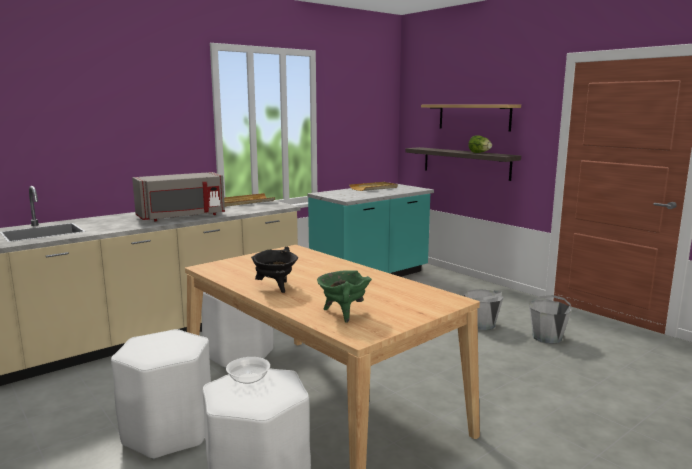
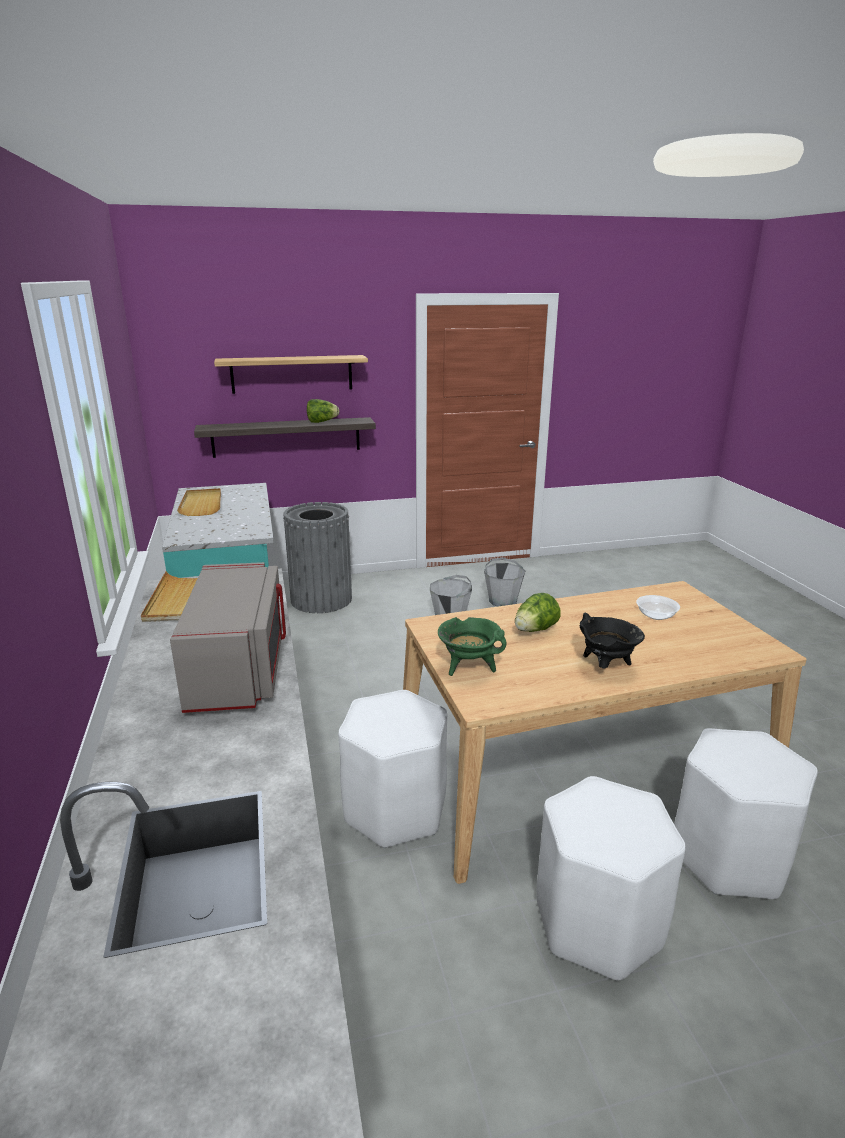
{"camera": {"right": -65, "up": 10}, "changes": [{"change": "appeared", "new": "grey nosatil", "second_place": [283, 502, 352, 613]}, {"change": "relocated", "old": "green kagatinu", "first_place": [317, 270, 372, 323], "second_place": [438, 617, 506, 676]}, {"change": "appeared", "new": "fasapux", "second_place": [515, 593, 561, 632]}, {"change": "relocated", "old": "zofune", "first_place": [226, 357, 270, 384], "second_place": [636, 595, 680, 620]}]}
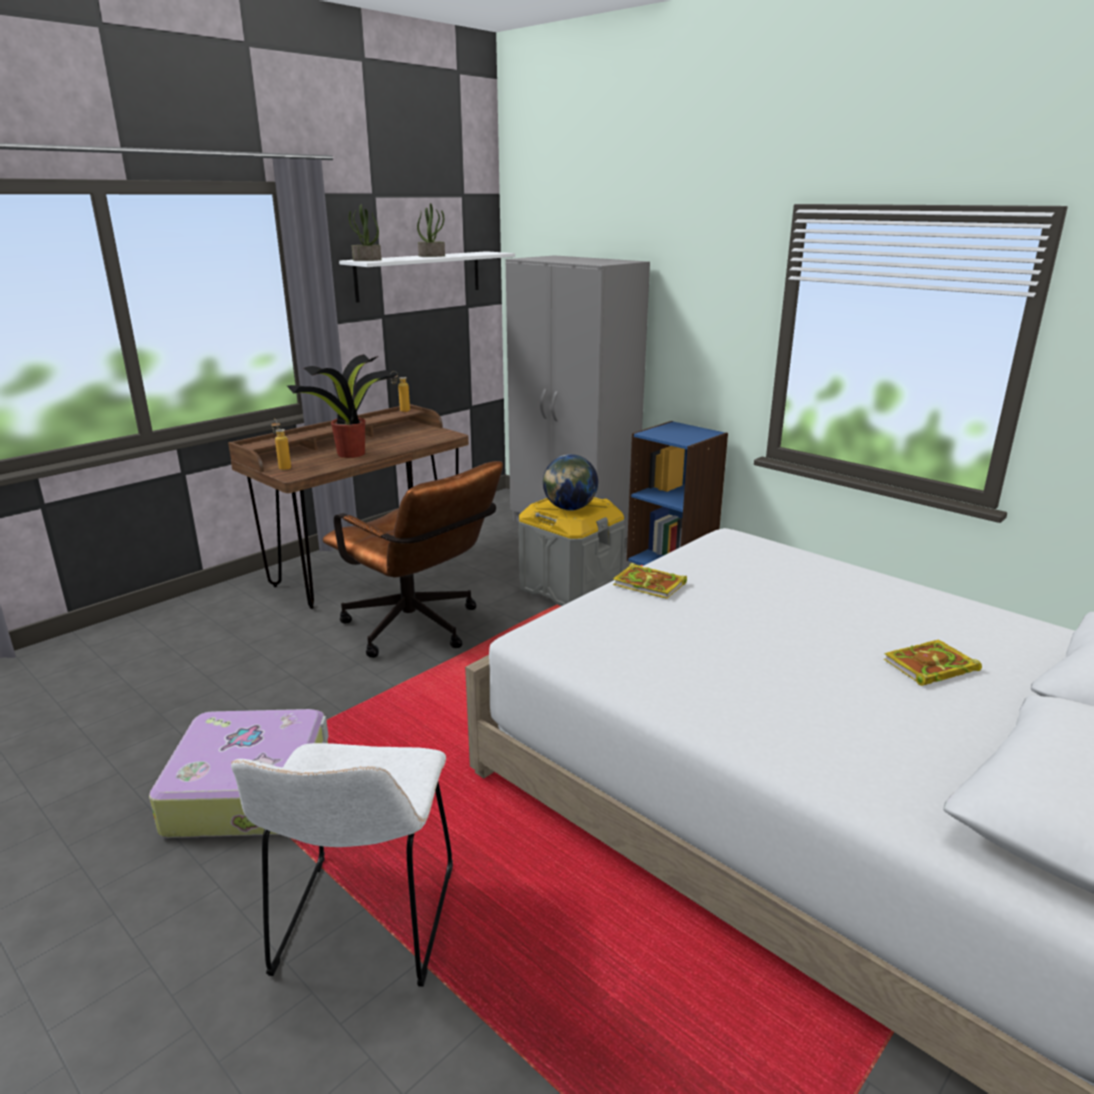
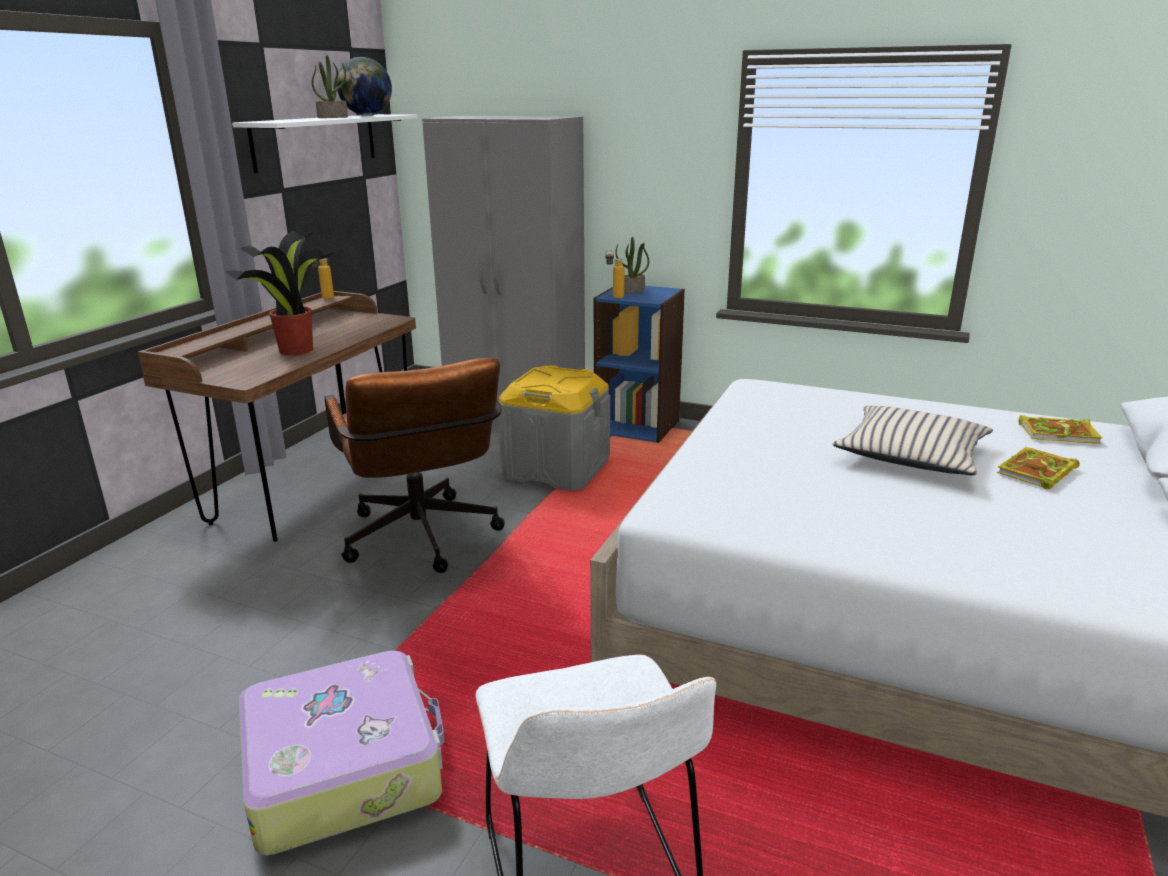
{"camera": {"right": -20, "up": 0}, "changes": [{"change": "spun", "old": "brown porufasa", "first_place": [322, 461, 503, 658], "second_place": [324, 358, 505, 573], "degrees": 45}, {"change": "relocated", "old": "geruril", "first_place": [543, 454, 598, 511], "second_place": [336, 57, 392, 116]}, {"change": "relocated", "old": "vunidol", "first_place": [271, 419, 291, 470], "second_place": [606, 250, 625, 298]}, {"change": "relocated", "old": "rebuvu", "first_place": [349, 204, 381, 261], "second_place": [615, 237, 649, 294]}, {"change": "appeared", "new": "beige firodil", "second_place": [832, 406, 993, 475]}, {"change": "relocated", "old": "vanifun", "first_place": [613, 563, 687, 599], "second_place": [1019, 415, 1103, 444]}]}
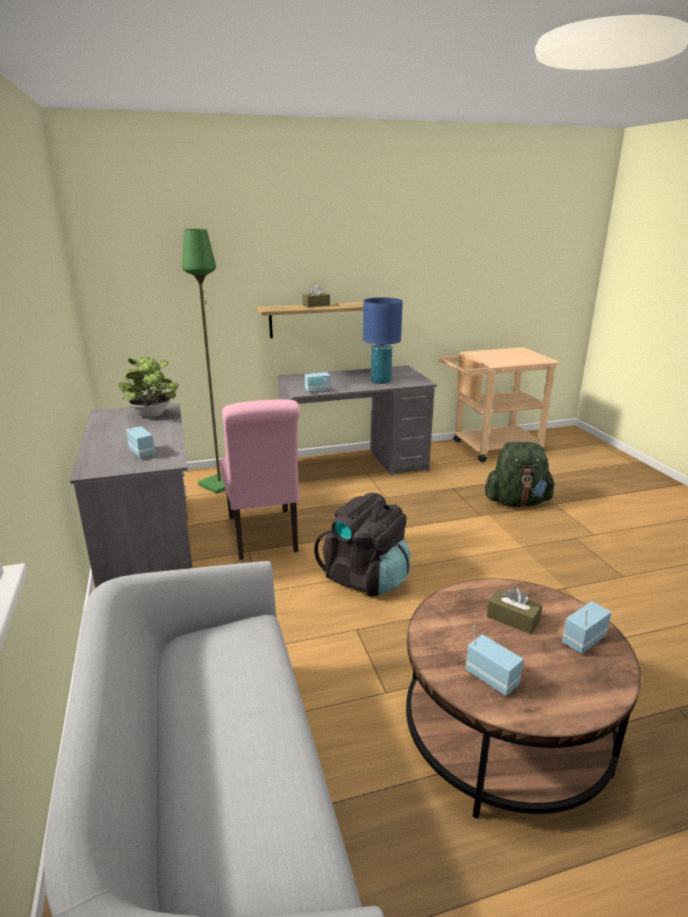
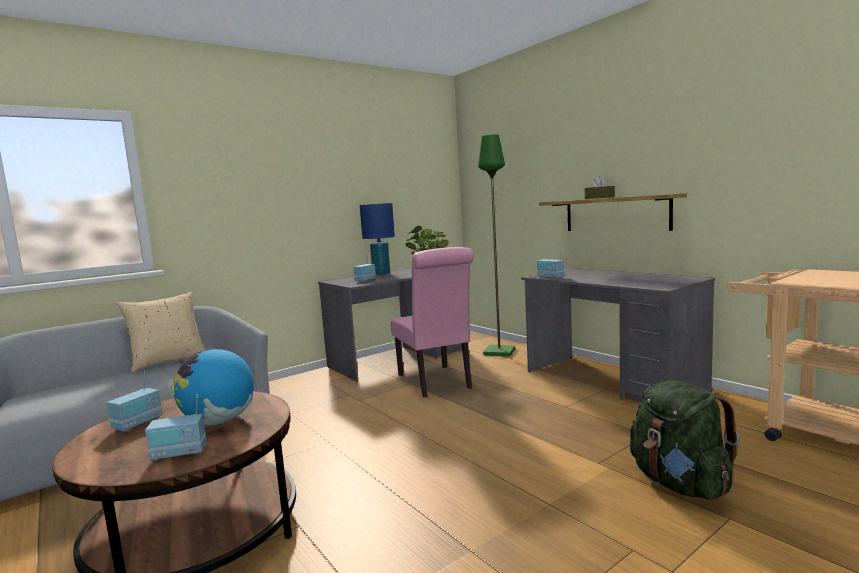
{"camera": {"right": 70, "up": -15}, "changes": [{"change": "appeared", "new": "beige firodil", "second_place": [117, 292, 205, 372]}, {"change": "spun", "old": "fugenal", "first_place": [562, 601, 612, 654], "second_place": [145, 394, 207, 461], "degrees": 135}, {"change": "exchanged", "old": "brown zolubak", "new": "geruril", "first_place": [487, 587, 542, 634], "second_place": [172, 348, 254, 426]}, {"change": "relocated", "old": "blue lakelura", "first_place": [363, 297, 403, 384], "second_place": [360, 203, 395, 275]}, {"change": "spun", "old": "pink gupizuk", "first_place": [220, 399, 300, 560], "second_place": [391, 247, 474, 397], "degrees": -75}, {"change": "missing", "old": "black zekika", "first_place": [314, 493, 410, 596]}]}
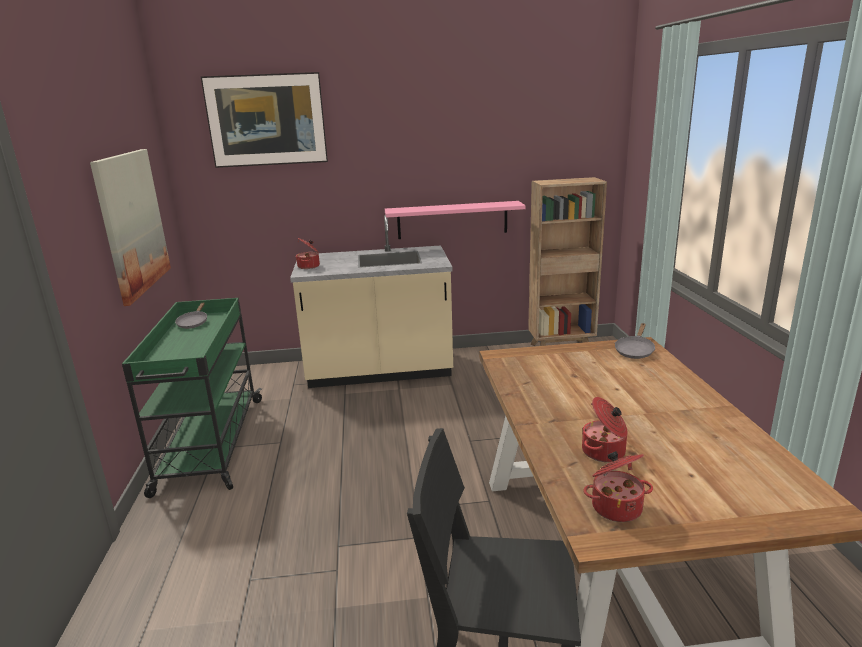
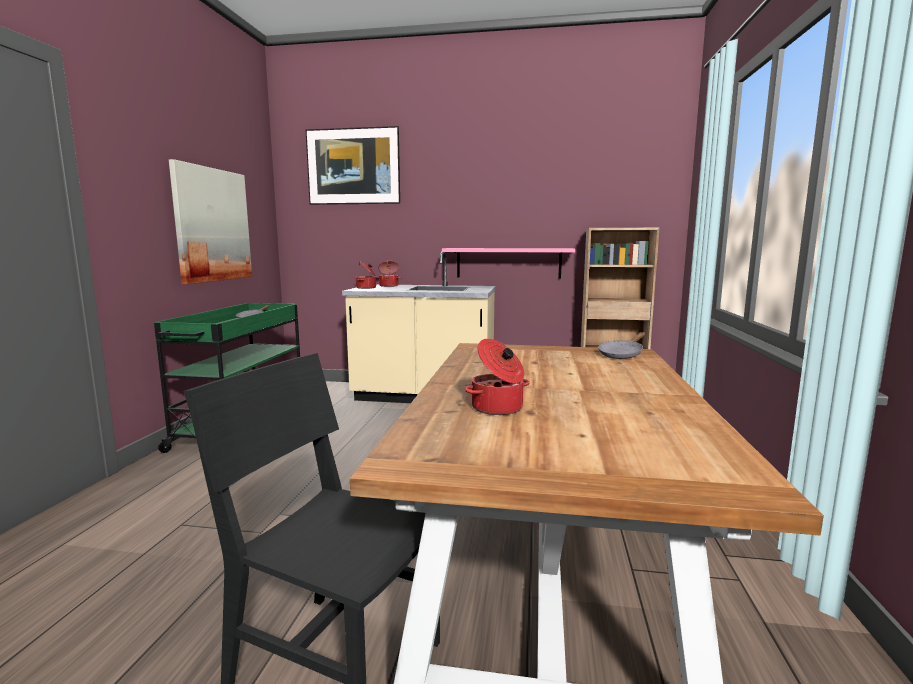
{"camera": {"right": 15, "up": -10}, "changes": [{"change": "relocated", "old": "kagatinu", "first_place": [583, 451, 653, 522], "second_place": [376, 260, 402, 287]}]}
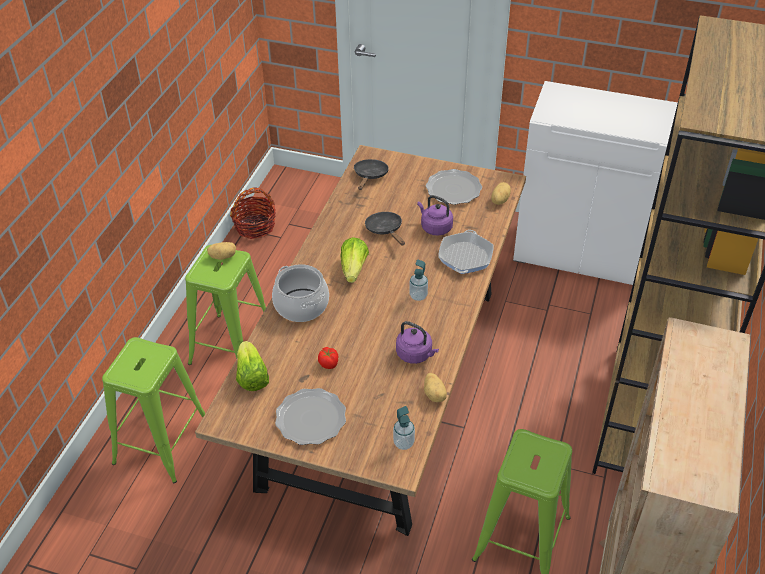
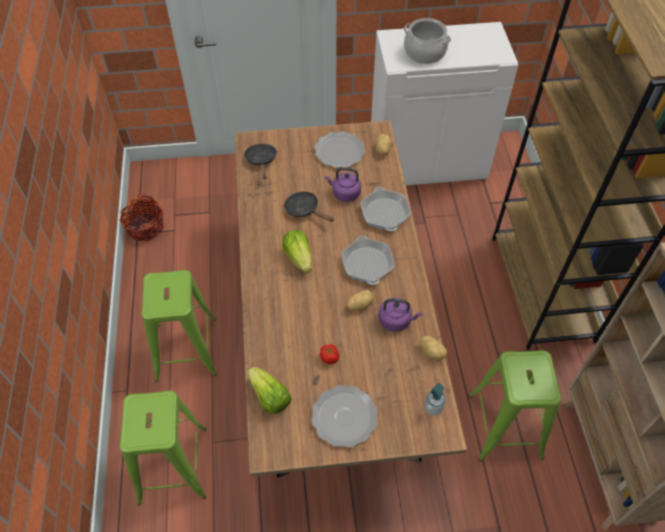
{"camera": {"right": -25, "up": 10}, "changes": [{"change": "exchanged", "old": "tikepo", "new": "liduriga", "first_place": [409, 259, 428, 301], "second_place": [342, 235, 394, 285]}, {"change": "relocated", "old": "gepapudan", "first_place": [207, 242, 236, 260], "second_place": [347, 290, 373, 312]}, {"change": "relocated", "old": "kagatinu", "first_place": [272, 264, 329, 322], "second_place": [404, 18, 451, 64]}]}
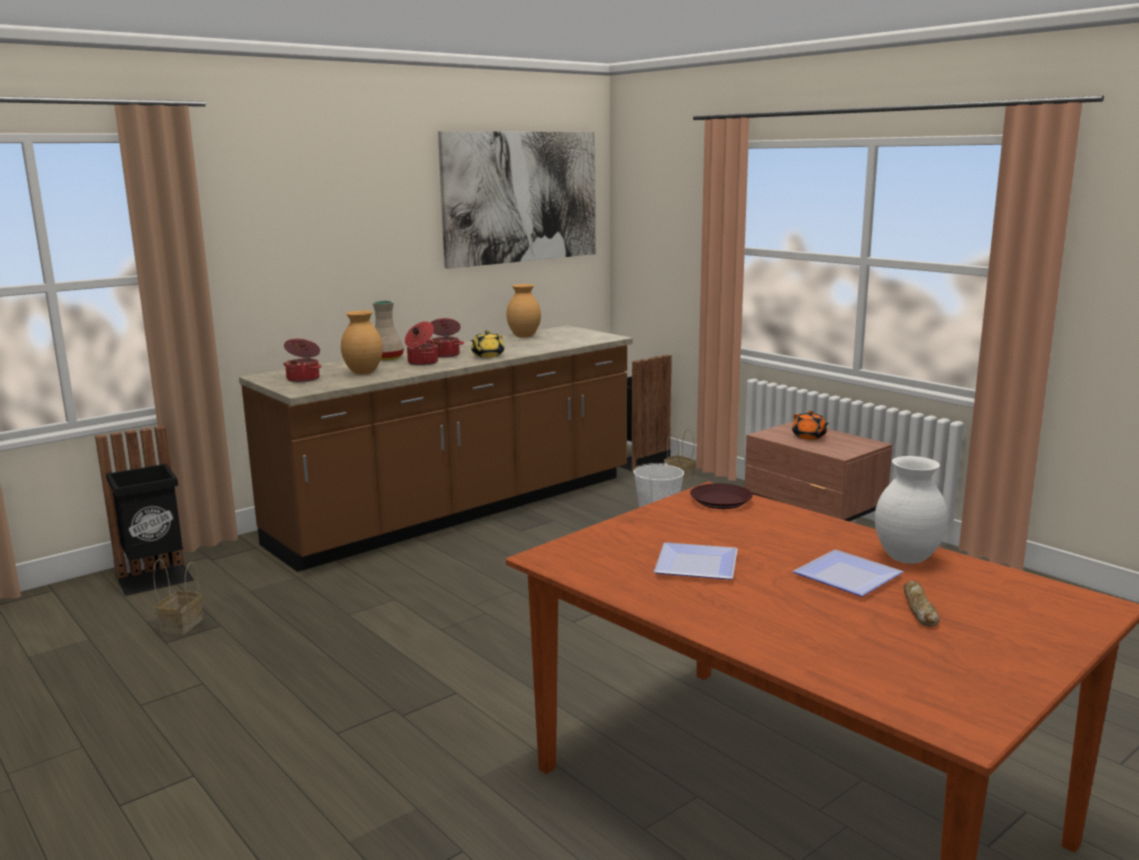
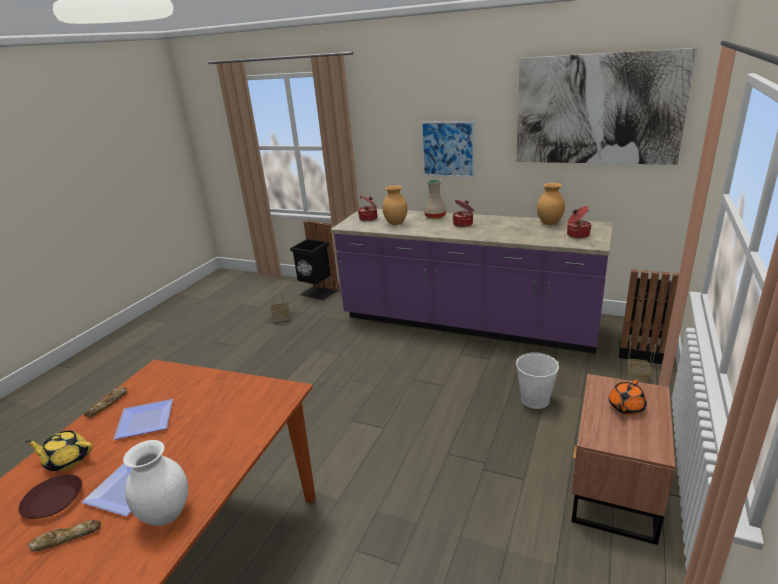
{"camera": {"right": 65, "up": 10}, "changes": [{"change": "relocated", "old": "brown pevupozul", "first_place": [690, 483, 753, 509], "second_place": [18, 474, 82, 519]}, {"change": "relocated", "old": "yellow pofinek", "first_place": [471, 330, 504, 358], "second_place": [26, 431, 93, 471]}, {"change": "appeared", "new": "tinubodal", "second_place": [84, 387, 127, 418]}, {"change": "colour", "old": "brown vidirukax", "new": "purple vidirukax", "first_place": [239, 326, 633, 572], "second_place": [331, 209, 613, 354]}, {"change": "appeared", "new": "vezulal", "second_place": [421, 121, 475, 178]}, {"change": "relocated", "old": "kagatinu", "first_place": [405, 322, 438, 366], "second_place": [567, 206, 591, 238]}]}
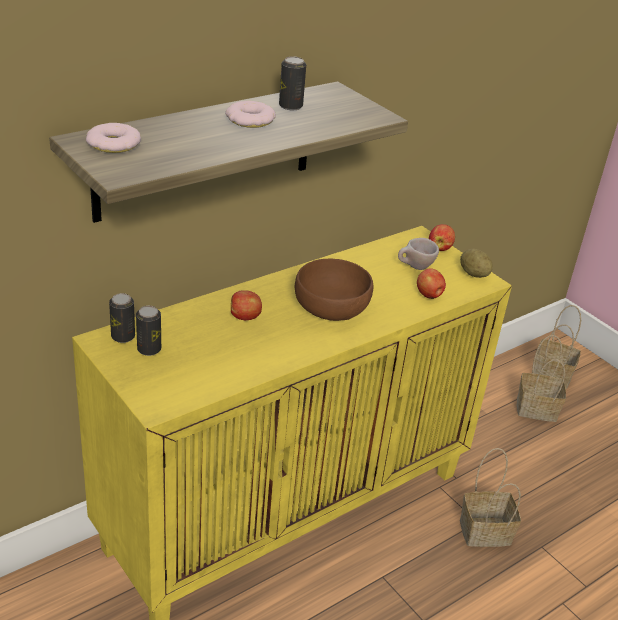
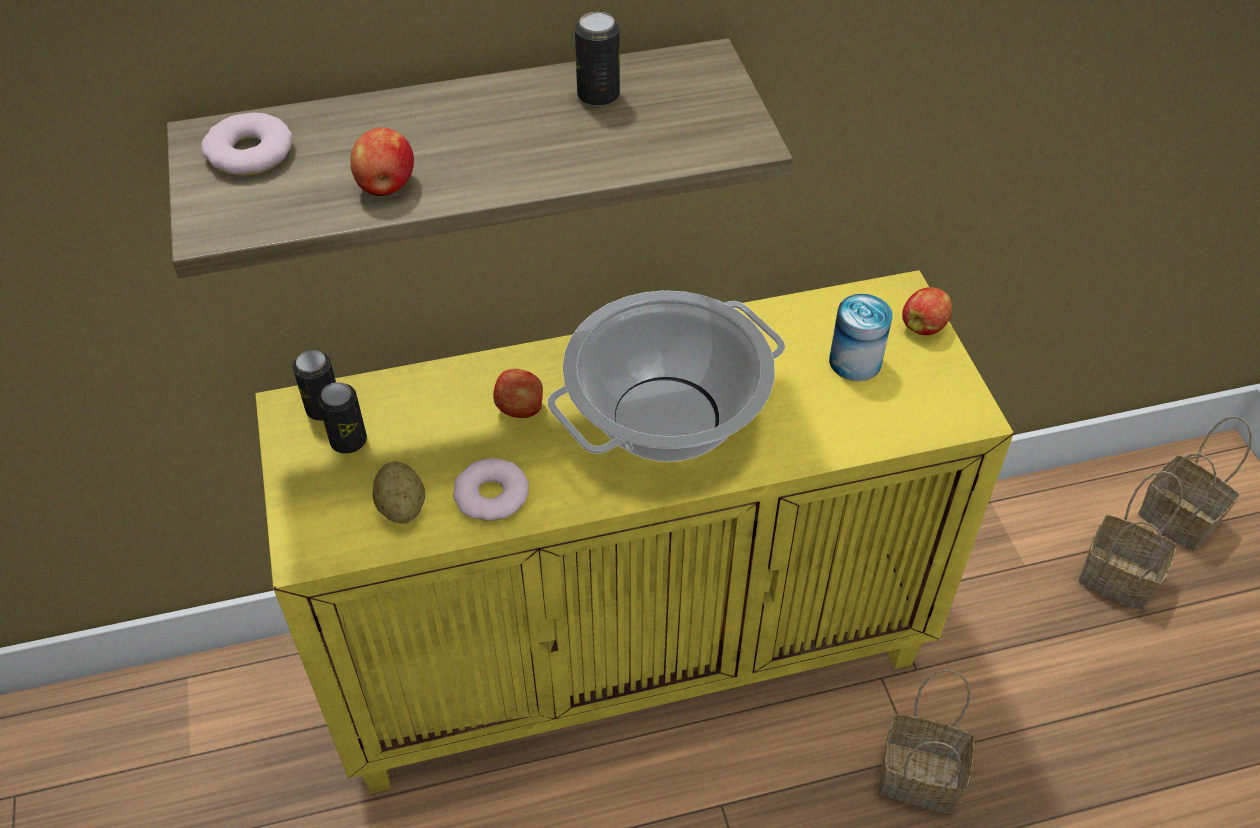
{"camera": {"right": 25, "up": 15}, "changes": [{"change": "relocated", "old": "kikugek", "first_place": [417, 268, 446, 299], "second_place": [350, 127, 414, 196]}, {"change": "relocated", "old": "gepapudan", "first_place": [460, 249, 493, 278], "second_place": [372, 461, 425, 524]}, {"change": "relocated", "old": "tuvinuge", "first_place": [225, 101, 276, 128], "second_place": [453, 458, 529, 521]}, {"change": "exchanged", "old": "brown zofune", "new": "kagatinu", "first_place": [295, 259, 374, 321], "second_place": [547, 290, 785, 462]}, {"change": "exchanged", "old": "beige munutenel", "new": "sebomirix", "first_place": [398, 238, 439, 270], "second_place": [829, 294, 892, 381]}]}
